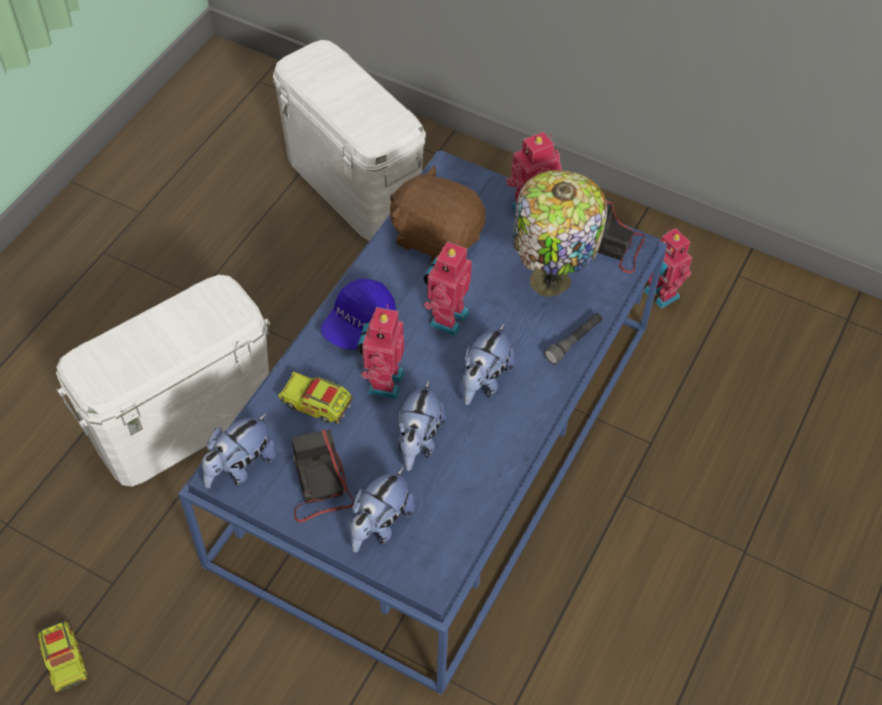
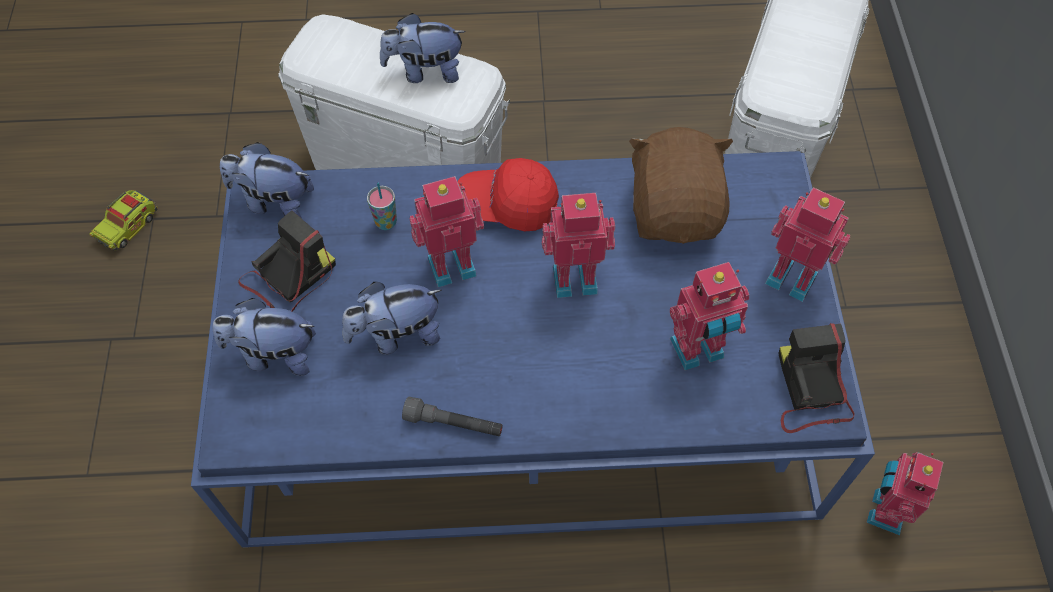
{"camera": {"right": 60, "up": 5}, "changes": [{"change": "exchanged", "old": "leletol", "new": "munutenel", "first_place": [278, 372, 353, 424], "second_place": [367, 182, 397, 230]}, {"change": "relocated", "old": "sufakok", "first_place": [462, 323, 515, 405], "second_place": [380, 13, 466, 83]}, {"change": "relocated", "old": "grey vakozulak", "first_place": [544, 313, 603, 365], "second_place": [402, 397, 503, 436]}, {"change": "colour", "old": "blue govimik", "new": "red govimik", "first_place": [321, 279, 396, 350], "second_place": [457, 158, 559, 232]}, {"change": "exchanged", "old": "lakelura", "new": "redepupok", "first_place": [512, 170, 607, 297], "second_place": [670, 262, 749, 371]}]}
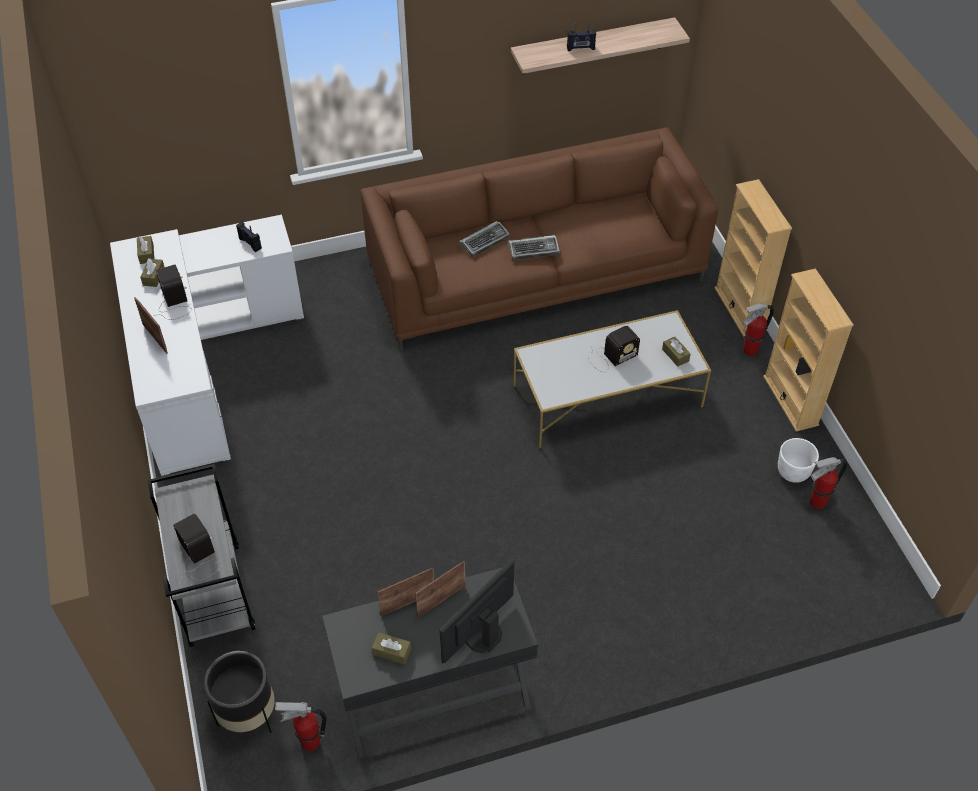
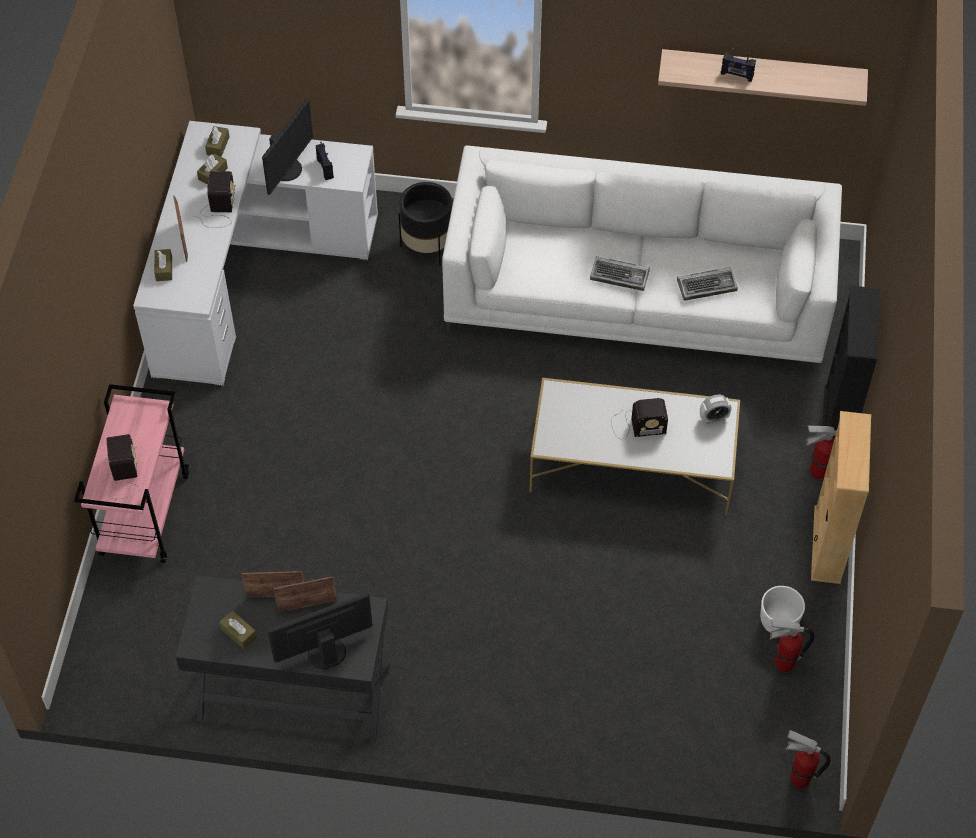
{"camera": {"right": 25, "up": 5}, "changes": [{"change": "colour", "old": "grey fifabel", "new": "pink fifabel", "first_place": [148, 464, 256, 647], "second_place": [74, 384, 189, 563]}, {"change": "relocated", "old": "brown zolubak", "first_place": [662, 336, 691, 367], "second_place": [154, 249, 172, 281]}, {"change": "appeared", "new": "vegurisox", "second_place": [262, 99, 313, 195]}, {"change": "relocated", "old": "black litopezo", "first_place": [204, 651, 275, 733], "second_place": [399, 182, 452, 266]}, {"change": "colour", "old": "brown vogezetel", "new": "white vogezetel", "first_place": [360, 127, 719, 350], "second_place": [442, 145, 842, 372]}, {"change": "relocated", "old": "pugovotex", "first_place": [459, 221, 510, 257], "second_place": [677, 267, 738, 301]}, {"change": "appeared", "new": "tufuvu", "second_place": [700, 395, 732, 424]}, {"change": "relocated", "old": "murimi", "first_place": [275, 702, 327, 751], "second_place": [785, 730, 831, 788]}, {"change": "colour", "old": "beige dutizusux", "new": "black dutizusux", "first_place": [714, 179, 792, 337], "second_place": [823, 285, 880, 439]}]}
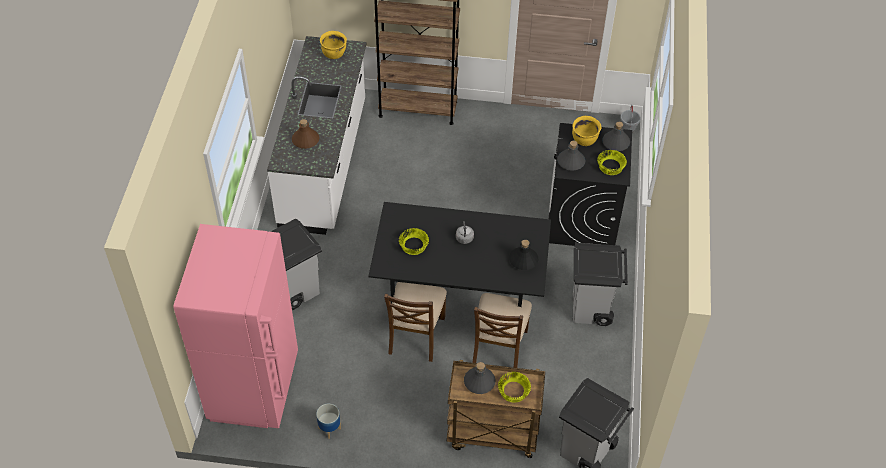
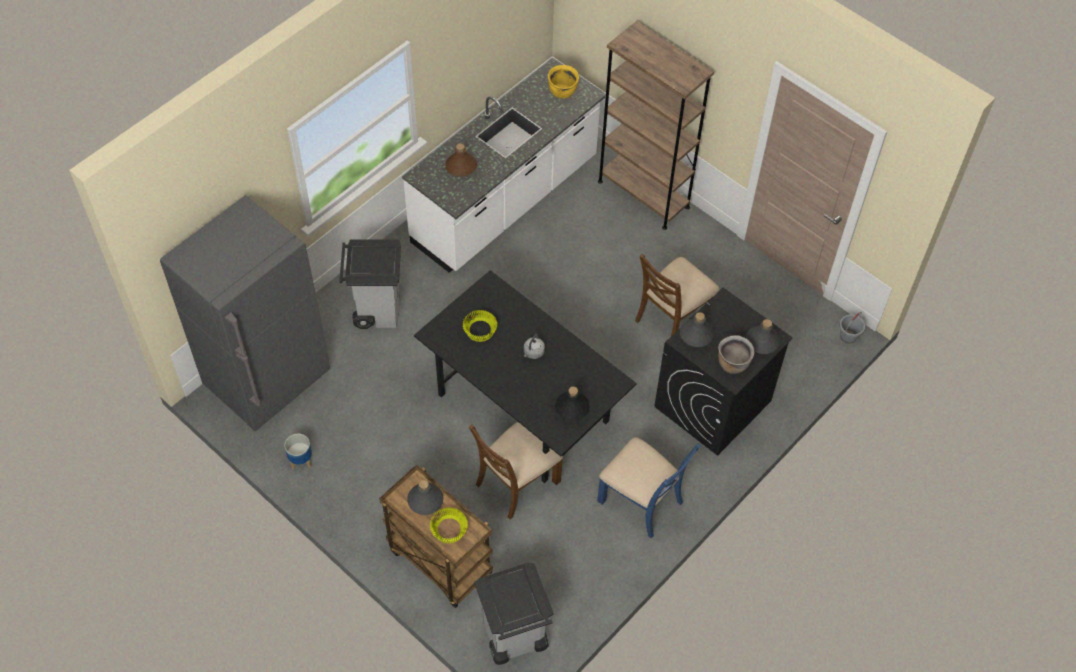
{"camera": {"right": 35, "up": 5}, "changes": [{"change": "colour", "old": "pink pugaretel", "new": "grey pugaretel", "first_place": [174, 224, 298, 428], "second_place": [160, 195, 330, 431]}, {"change": "exchanged", "old": "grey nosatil", "new": "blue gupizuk", "first_place": [573, 243, 628, 326], "second_place": [597, 437, 701, 539]}, {"change": "relocated", "old": "brown gupizuk", "first_place": [384, 282, 447, 362], "second_place": [635, 254, 720, 336]}, {"change": "exchanged", "old": "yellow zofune", "new": "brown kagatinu", "first_place": [597, 150, 627, 175], "second_place": [718, 335, 755, 374]}, {"change": "missing", "old": "yellow kagatinu", "first_place": [572, 116, 602, 146]}]}
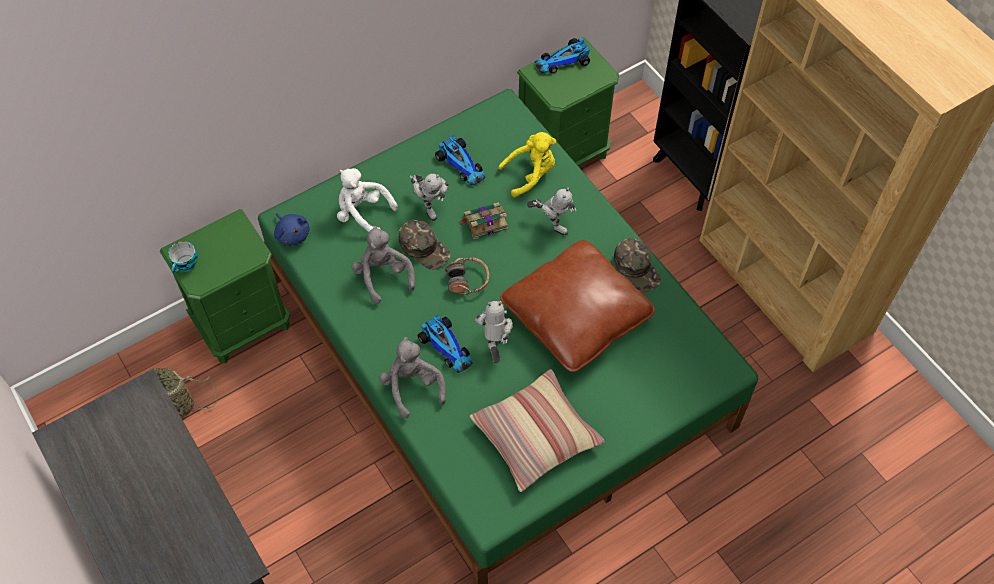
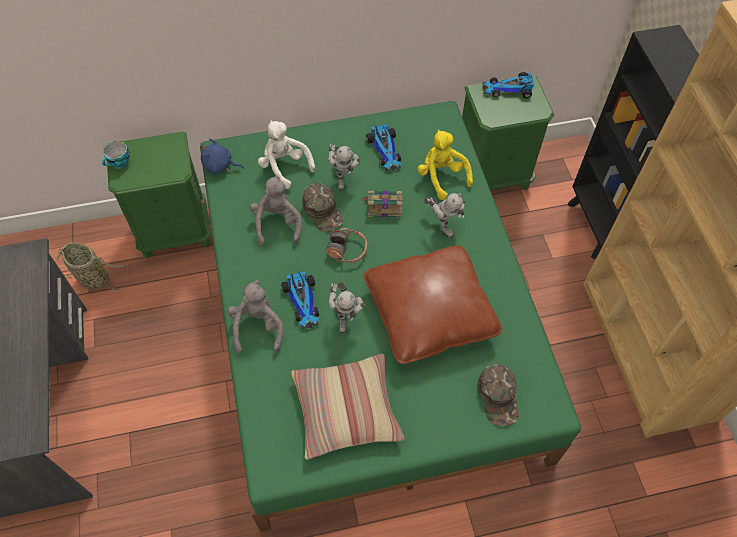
{"camera": {"right": 20, "up": 0}, "changes": [{"change": "spun", "old": "blue sufakok", "first_place": [274, 213, 310, 246], "second_place": [200, 139, 244, 174], "degrees": 120}, {"change": "spun", "old": "redepupok", "first_place": [475, 301, 513, 363], "second_place": [328, 282, 365, 333], "degrees": 150}, {"change": "spun", "old": "yellow sufakok", "first_place": [498, 132, 556, 197], "second_place": [417, 130, 473, 200], "degrees": -120}, {"change": "relocated", "old": "green govimik", "first_place": [614, 238, 661, 293], "second_place": [478, 364, 519, 426]}]}
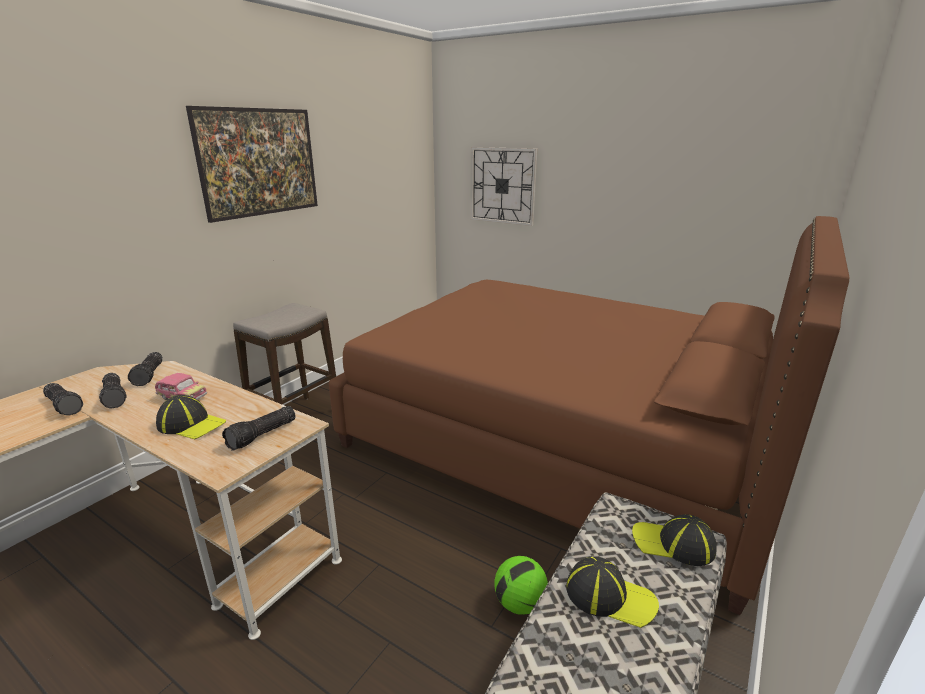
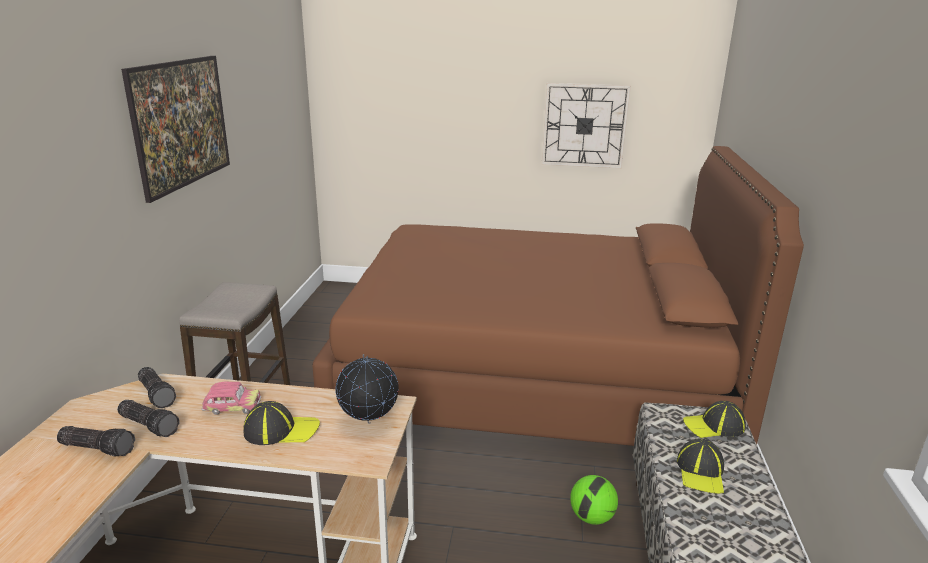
{"camera": {"right": -25, "up": 0}, "changes": [{"change": "exchanged", "old": "vakozulak", "new": "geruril", "first_place": [222, 406, 295, 451], "second_place": [336, 354, 399, 424]}, {"change": "relocated", "old": "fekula", "first_place": [471, 147, 537, 226], "second_place": [542, 83, 631, 168]}, {"change": "spun", "old": "govimik", "first_place": [566, 556, 659, 628], "second_place": [677, 439, 724, 494], "degrees": 105}]}
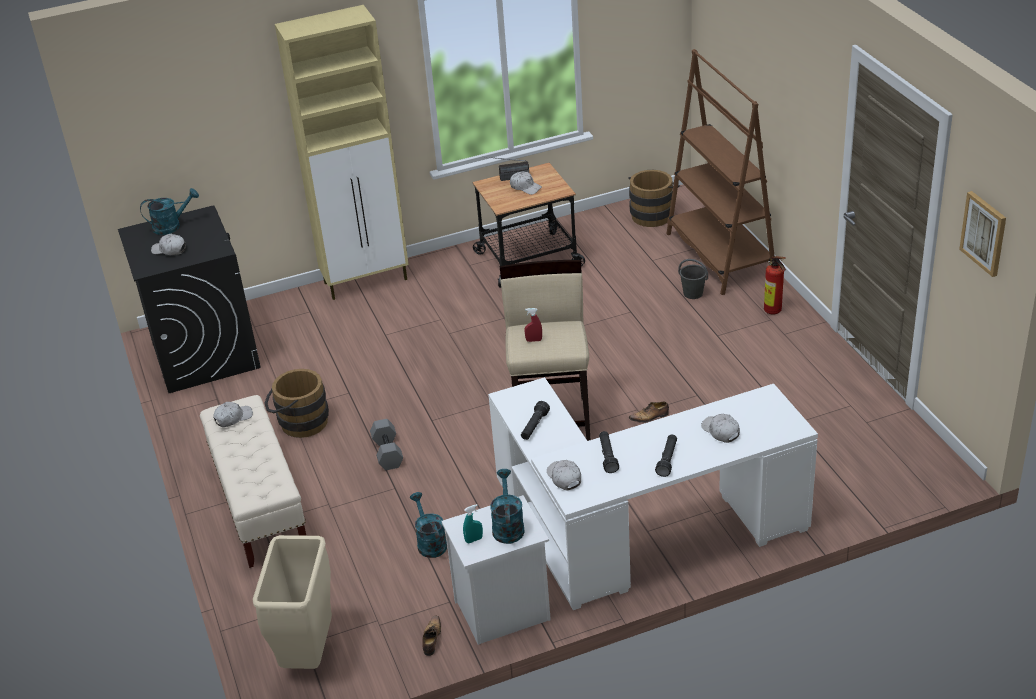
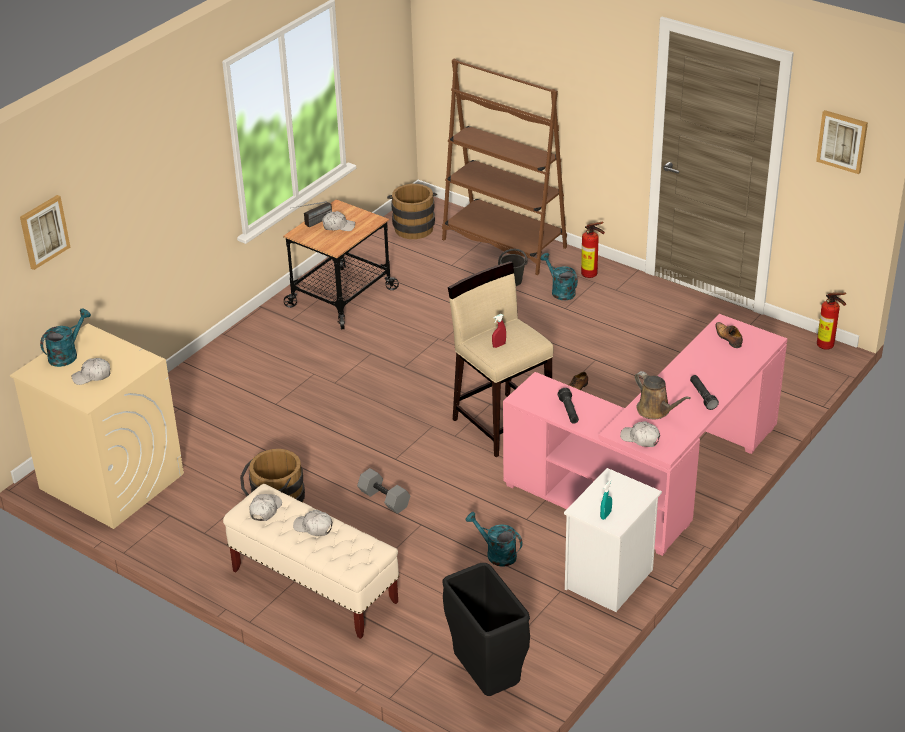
{"camera": {"right": -35, "up": 0}, "changes": [{"change": "colour", "old": "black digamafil", "new": "beige digamafil", "first_place": [118, 206, 261, 393], "second_place": [10, 324, 184, 529]}, {"change": "appeared", "new": "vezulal", "second_place": [20, 195, 70, 270]}, {"change": "relocated", "old": "white govimik", "first_place": [701, 414, 740, 443], "second_place": [293, 510, 333, 536]}, {"change": "colour", "old": "beige nosatil", "new": "black nosatil", "first_place": [253, 535, 332, 669], "second_place": [442, 563, 530, 696]}, {"change": "colour", "old": "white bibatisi", "new": "pink bibatisi", "first_place": [488, 377, 818, 610], "second_place": [503, 314, 788, 556]}, {"change": "relocated", "old": "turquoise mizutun", "first_place": [490, 469, 525, 544], "second_place": [540, 253, 578, 300]}, {"change": "exchanged", "old": "black vakozulak", "new": "brown mizutun", "first_place": [599, 431, 619, 473], "second_place": [635, 371, 691, 419]}, {"change": "relocated", "old": "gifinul", "first_place": [422, 616, 441, 656], "second_place": [715, 322, 743, 348]}, {"change": "appeared", "new": "murimi", "second_place": [817, 293, 846, 350]}, {"change": "missing", "old": "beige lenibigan", "first_place": [275, 5, 409, 300]}]}
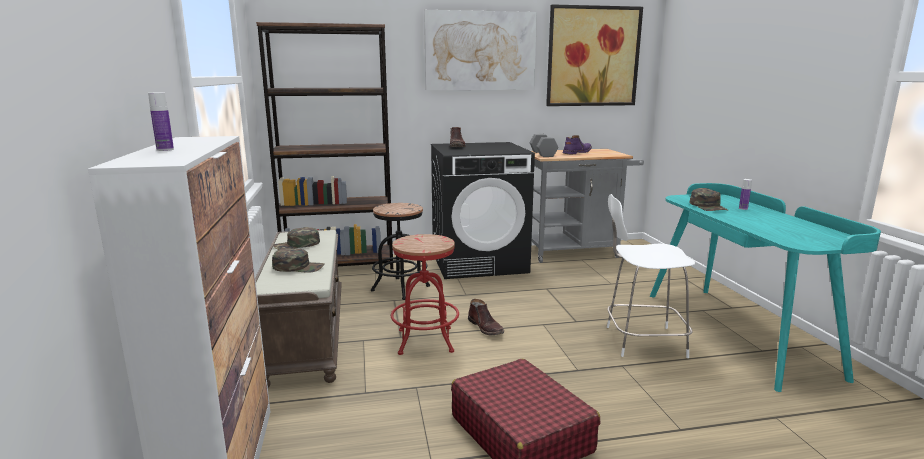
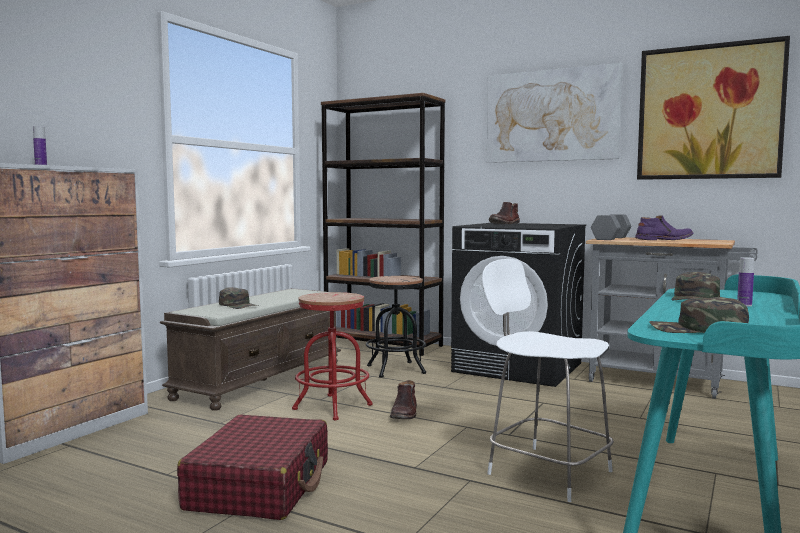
{"camera": {"right": 40, "up": -10}, "changes": [{"change": "relocated", "old": "green govimik", "first_place": [273, 227, 320, 250], "second_place": [649, 297, 749, 333]}]}
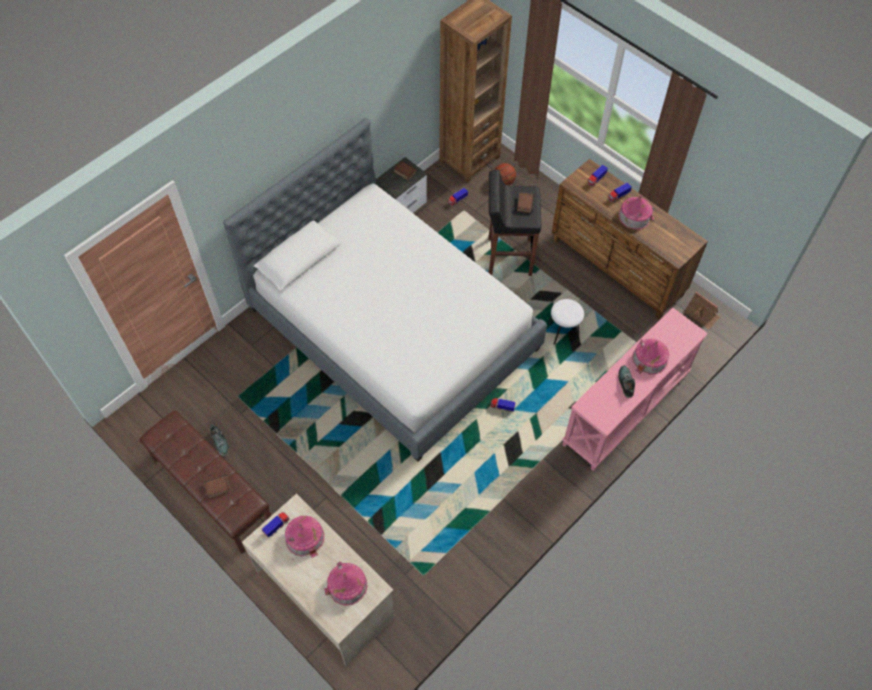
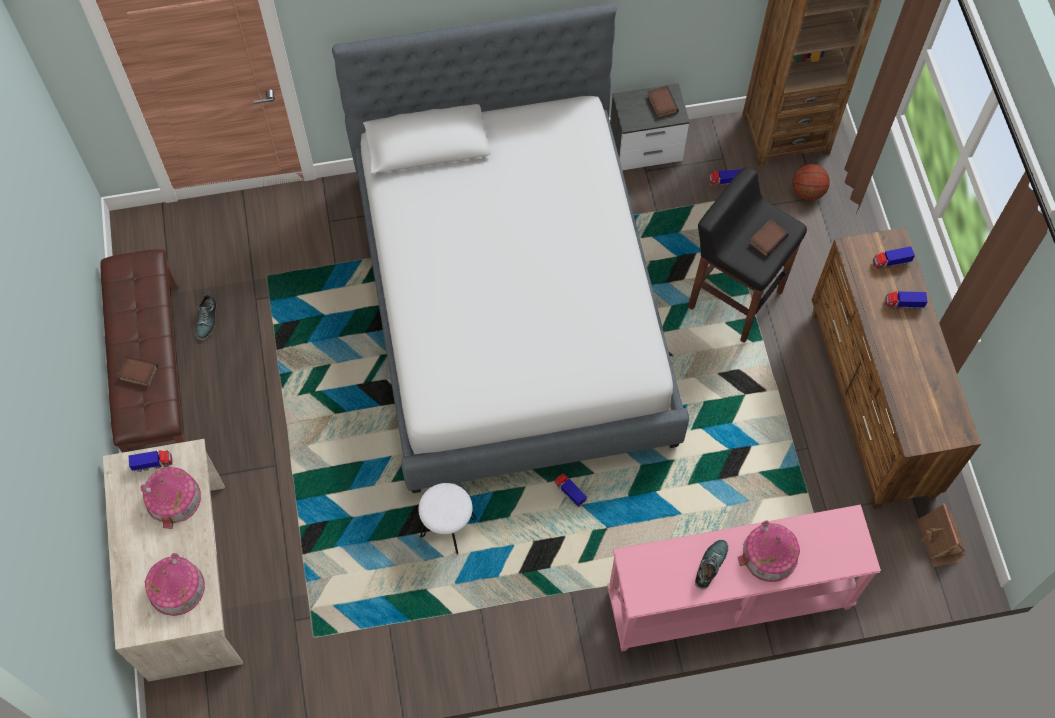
{"camera": {"right": 35, "up": 5}, "changes": [{"change": "relocated", "old": "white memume", "first_place": [548, 299, 584, 345], "second_place": [418, 483, 476, 554]}, {"change": "missing", "old": "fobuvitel", "first_place": [618, 195, 654, 229]}]}
